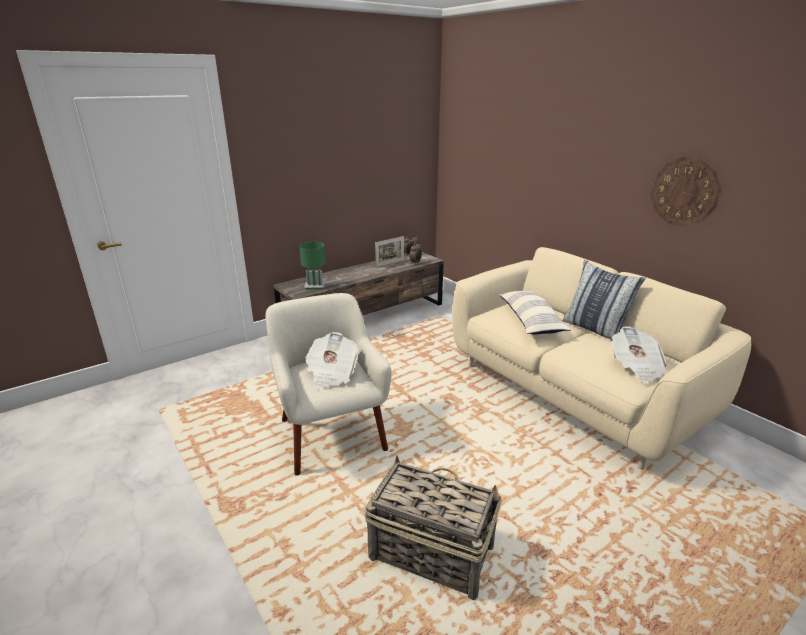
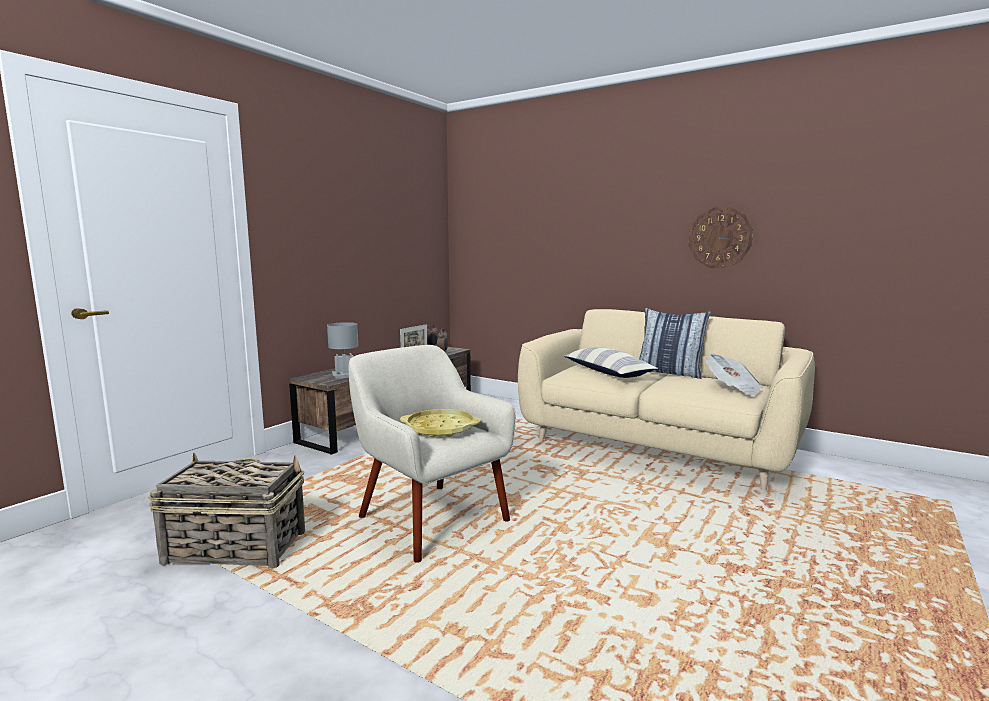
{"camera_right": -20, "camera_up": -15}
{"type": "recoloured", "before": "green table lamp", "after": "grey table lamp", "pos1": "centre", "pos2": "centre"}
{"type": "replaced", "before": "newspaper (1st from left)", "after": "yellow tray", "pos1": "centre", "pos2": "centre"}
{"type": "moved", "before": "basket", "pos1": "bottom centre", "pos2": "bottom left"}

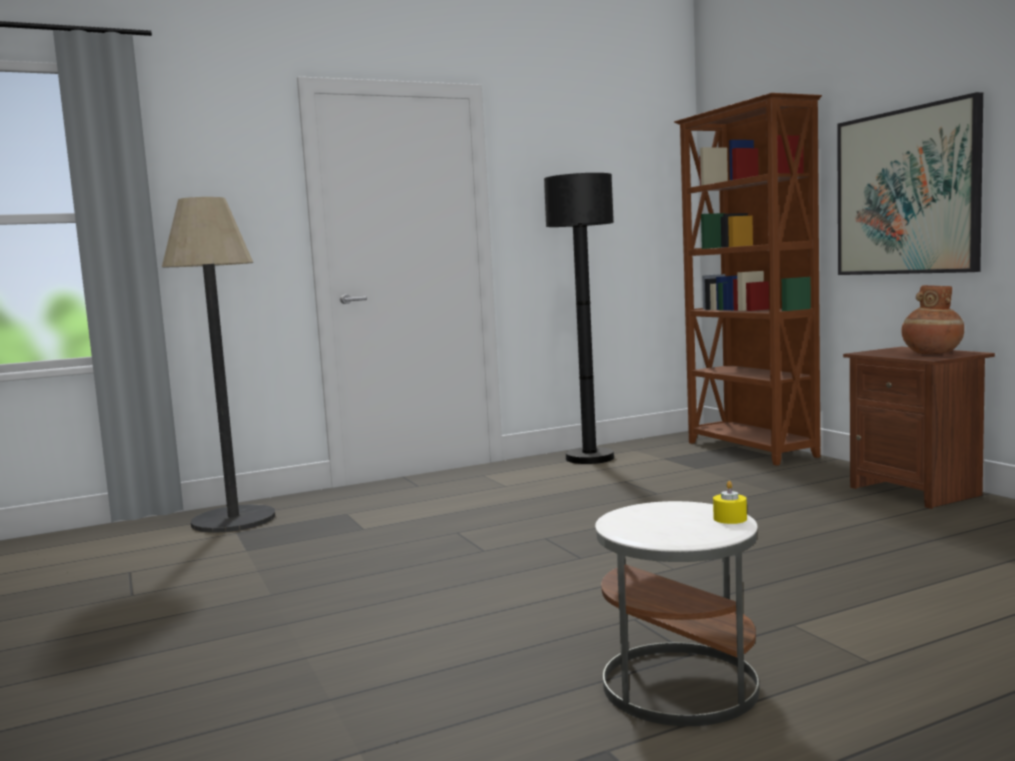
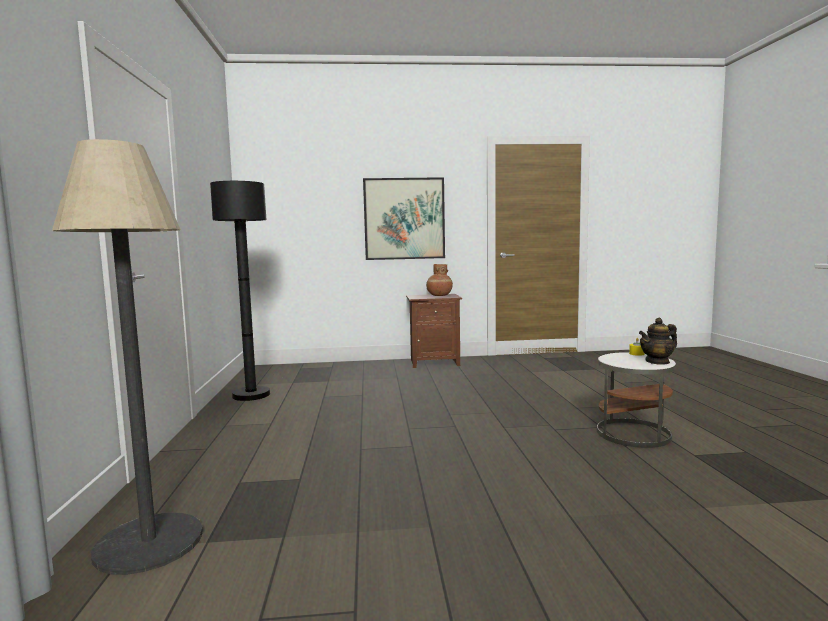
{"camera_right": -70, "camera_up": 0}
{"type": "removed", "before": "brown bookcase", "pos1": "middle right"}
{"type": "added", "after": "teapot", "pos2": "middle right"}

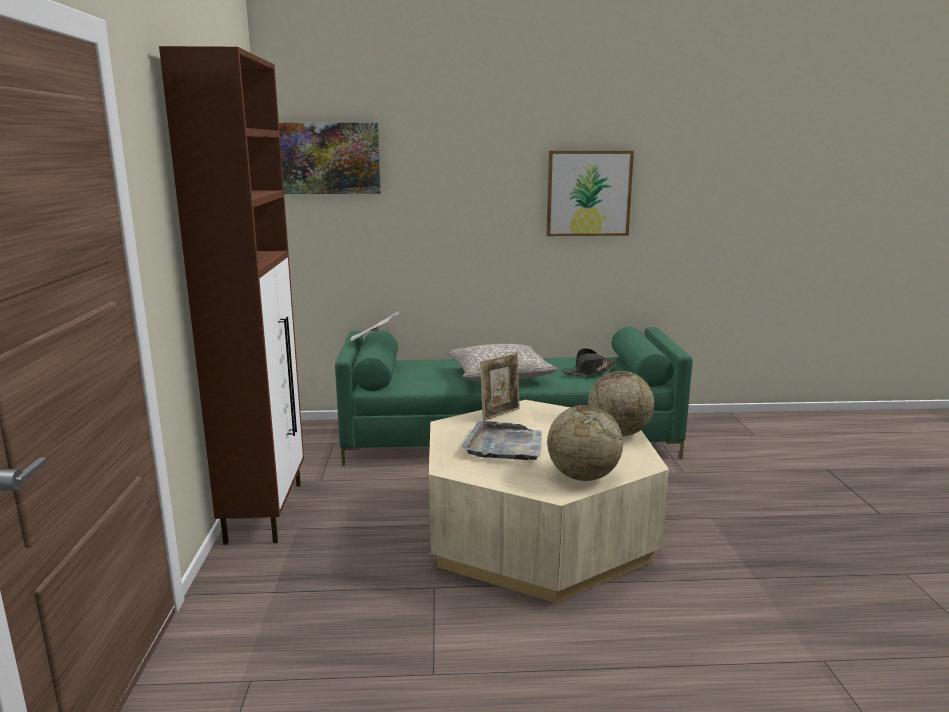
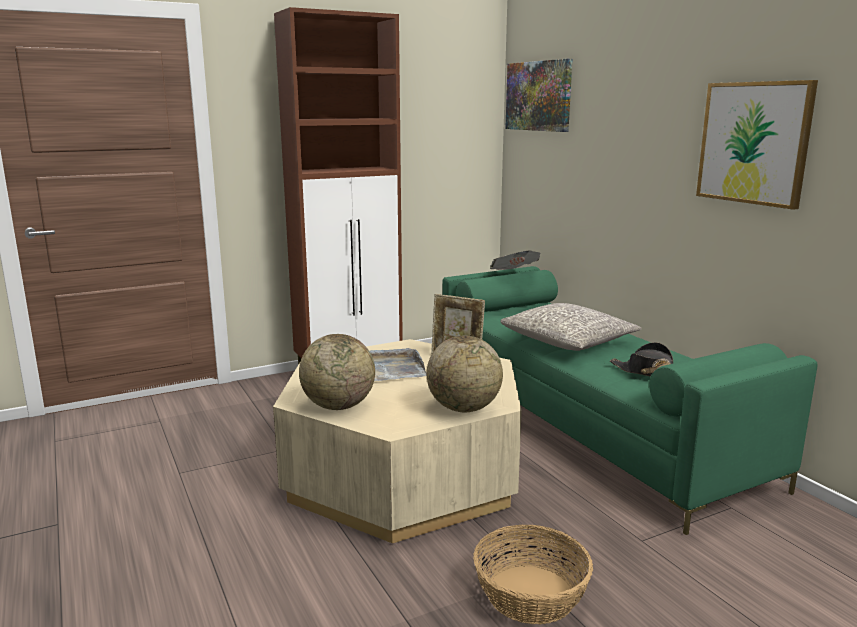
{"camera_right": 65, "camera_up": 0}
{"type": "added", "after": "basket", "pos2": "bottom centre"}

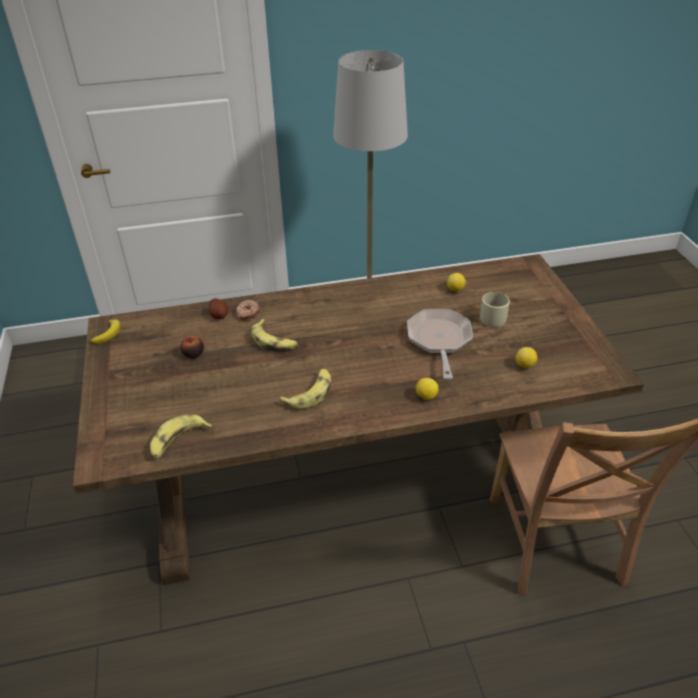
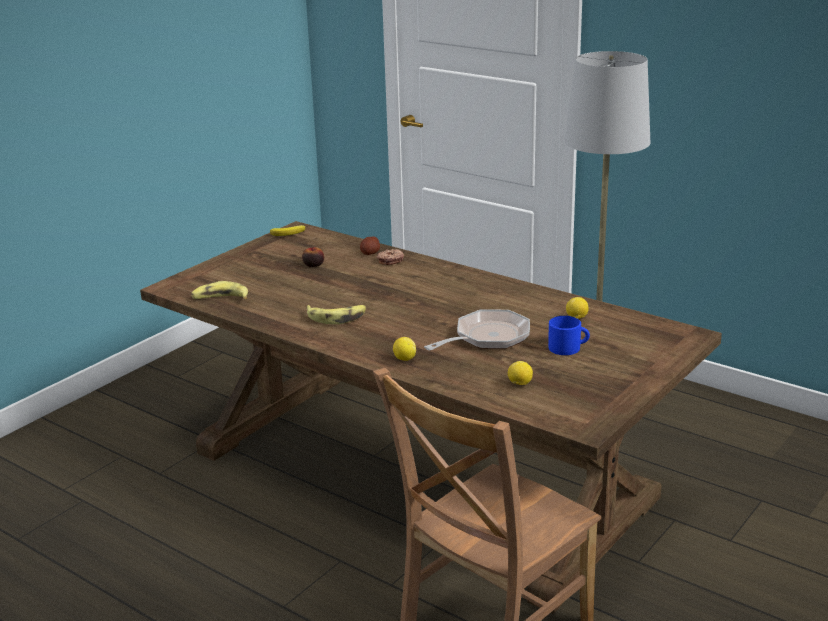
{"camera_right": 50, "camera_up": -15}
{"type": "removed", "before": "banana (3rd from left)", "pos1": "centre"}
{"type": "recoloured", "before": "beige mug", "after": "blue mug", "pos1": "middle right", "pos2": "middle right"}

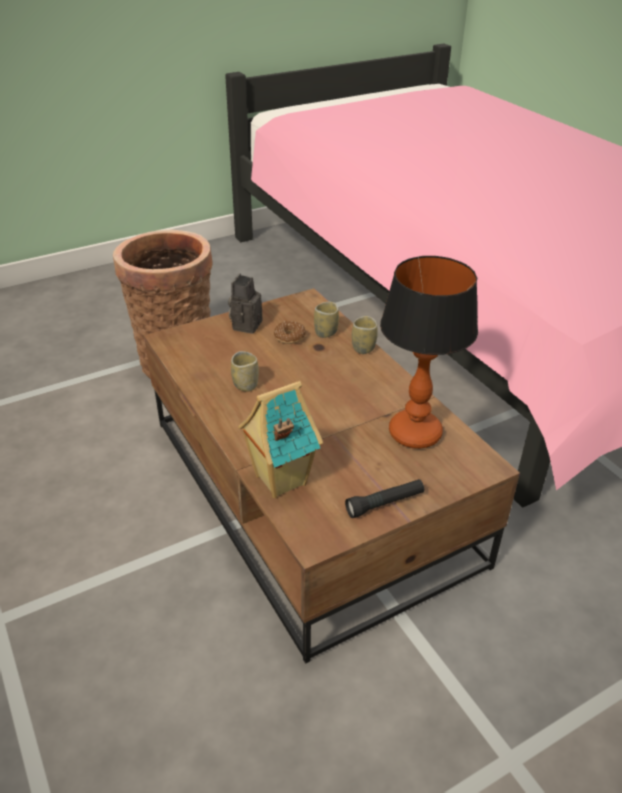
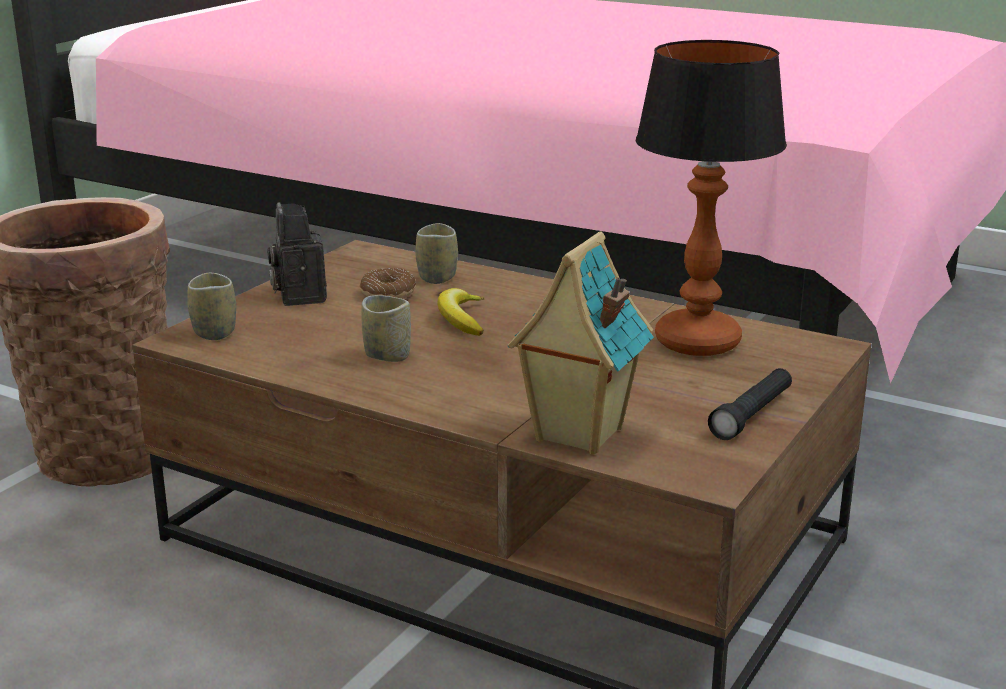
{"camera_right": -30, "camera_up": -15}
{"type": "moved", "before": "cup (3rd from left in the first image)", "after": "cup (1st from left)", "pos1": "centre", "pos2": "middle left"}
{"type": "added", "after": "banana", "pos2": "centre"}

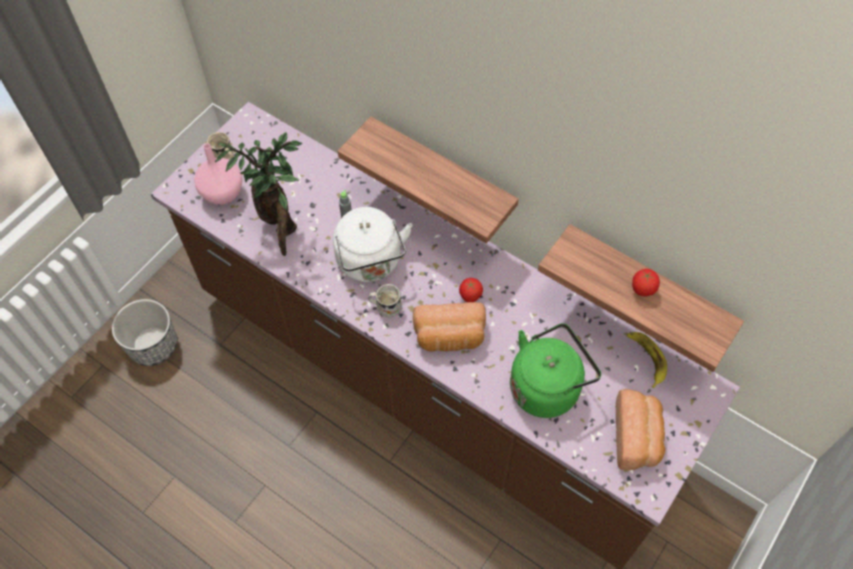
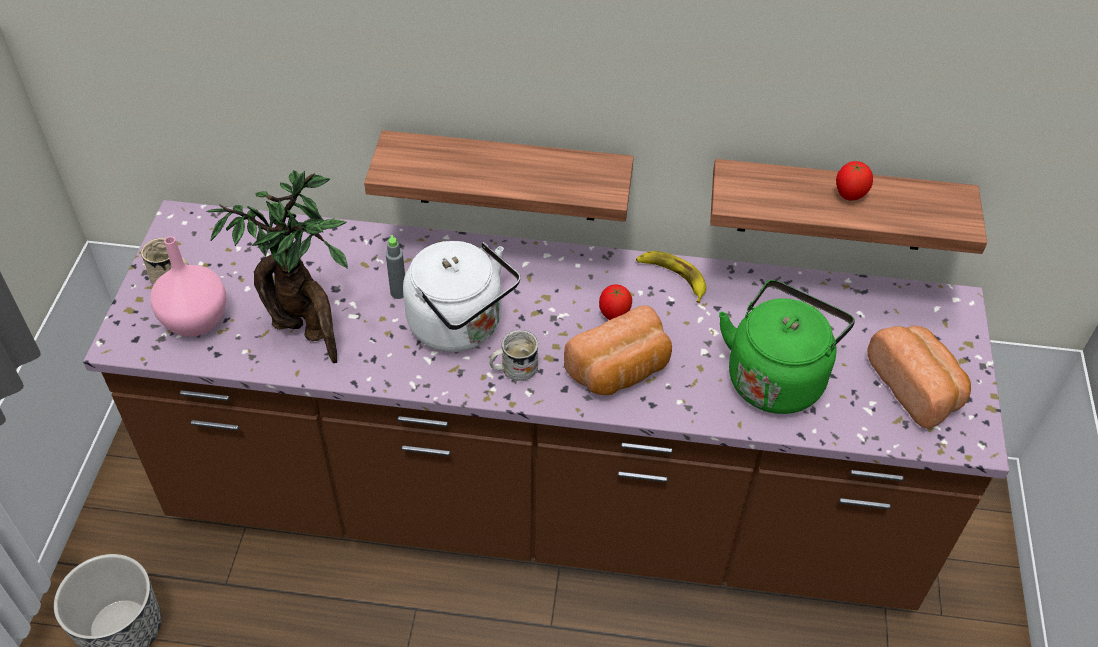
{"camera_right": -30, "camera_up": -10}
{"type": "moved", "before": "banana", "pos1": "middle right", "pos2": "centre"}

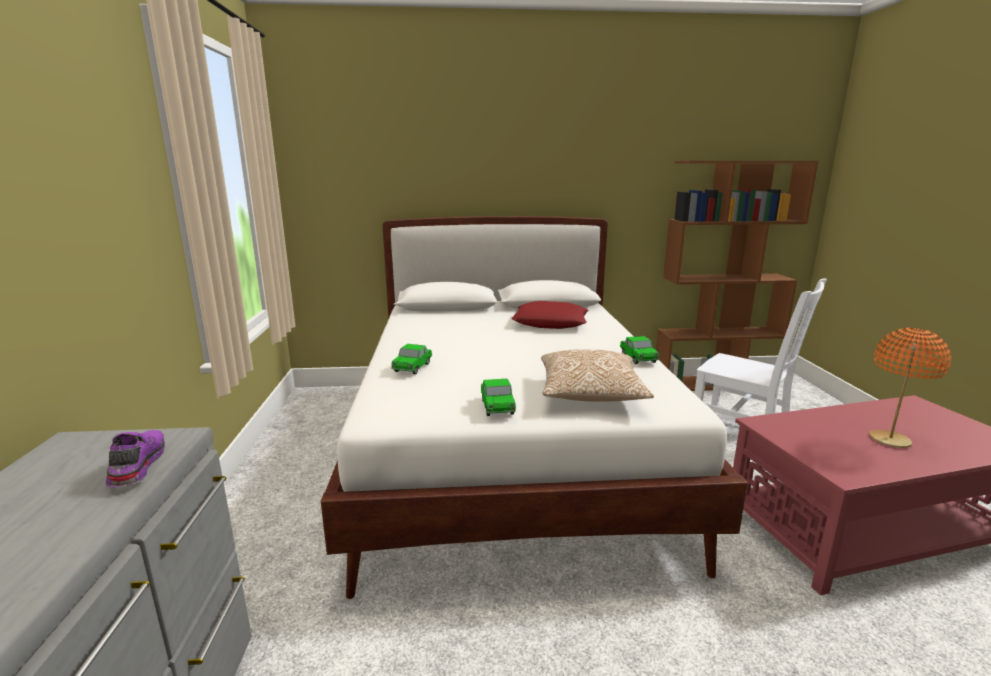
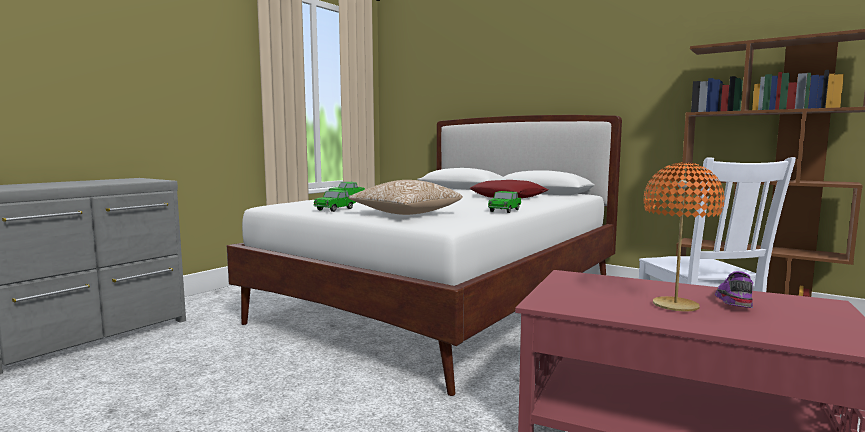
{"camera_right": 40, "camera_up": -10}
{"type": "moved", "before": "purple shoe", "pos1": "bottom left", "pos2": "bottom right"}

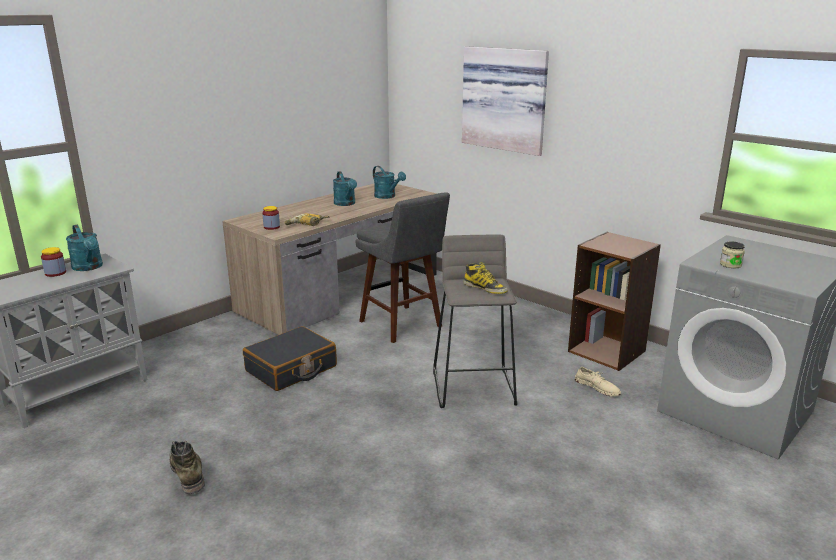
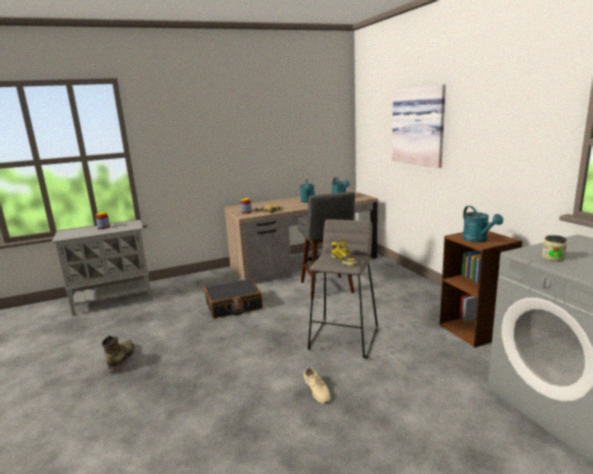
{"camera_right": 25, "camera_up": -5}
{"type": "moved", "before": "turquoise watering can (1st from left in the first image)", "after": "turquoise watering can (3rd from left)", "pos1": "middle left", "pos2": "middle right"}
{"type": "moved", "before": "beige shoe", "pos1": "bottom right", "pos2": "bottom centre"}

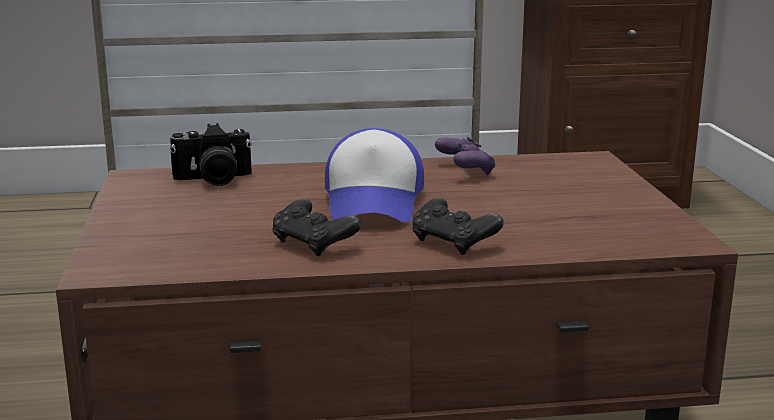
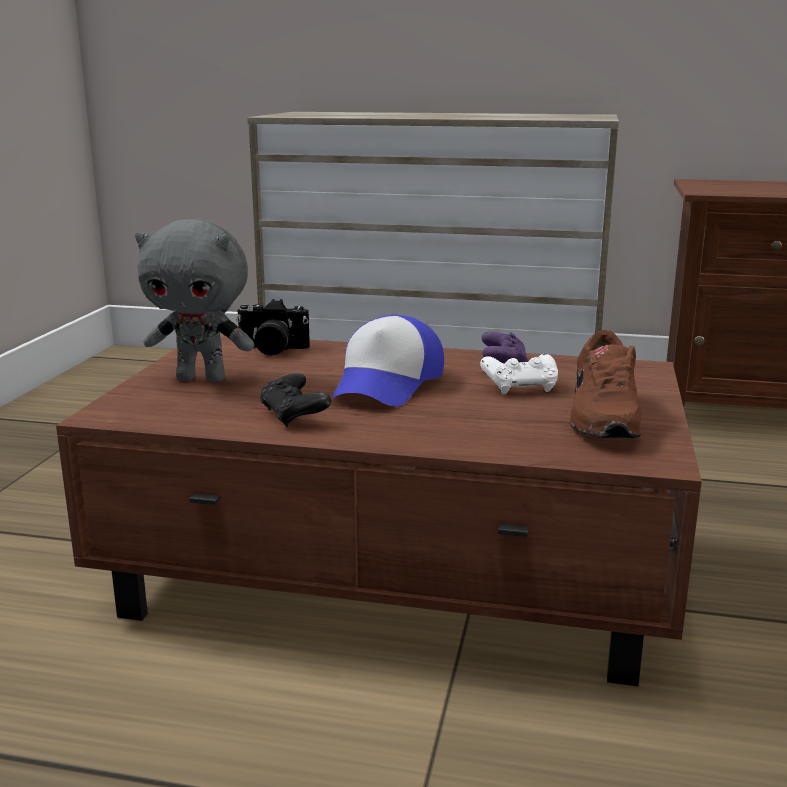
{"camera_right": 20, "camera_up": 0}
{"type": "removed", "before": "black game controller (2nd from left)", "pos1": "centre"}
{"type": "added", "after": "grey plush toy", "pos2": "middle left"}
{"type": "added", "after": "white game controller", "pos2": "centre"}
{"type": "added", "after": "brown shoe", "pos2": "middle right"}

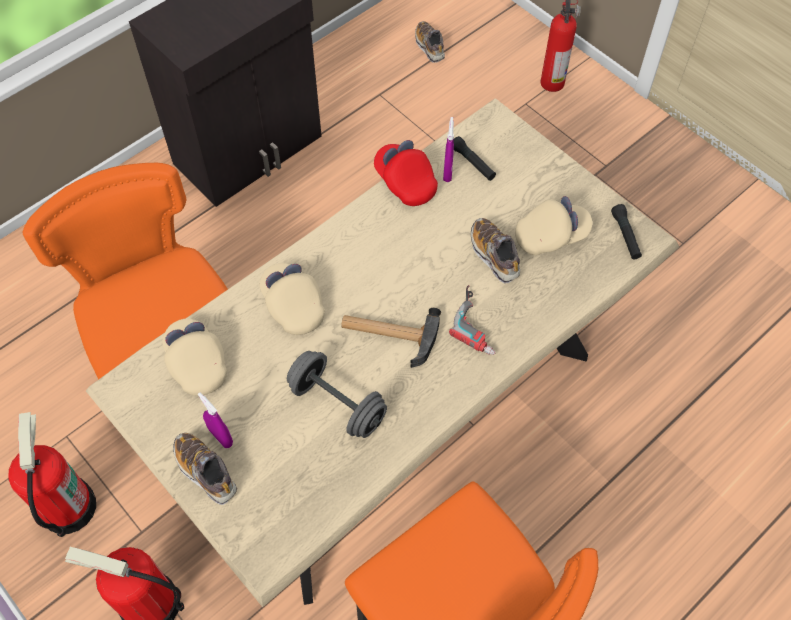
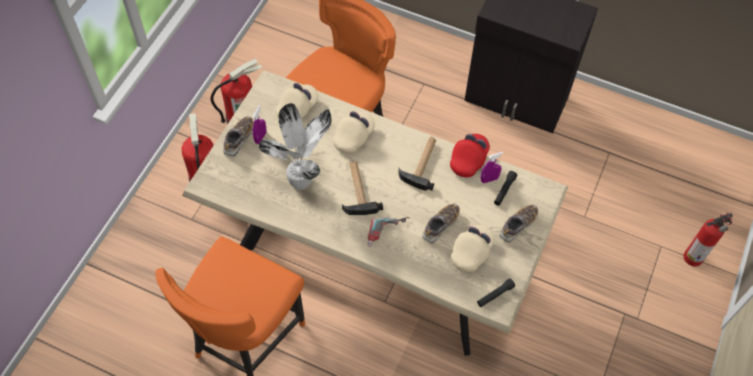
{"camera_right": 65, "camera_up": 0}
{"type": "replaced", "before": "grey dumbbell", "after": "potted plant", "pos1": "centre", "pos2": "centre"}
{"type": "moved", "before": "shoe (2nd from left in the first image)", "after": "shoe (3rd from left)", "pos1": "top centre", "pos2": "middle right"}
{"type": "turned", "before": "beige cap (3rd from left)", "pos1": "middle right", "pos2": "centre", "turn": -105}
{"type": "added", "after": "hammer (2nd from left)", "pos2": "centre"}

